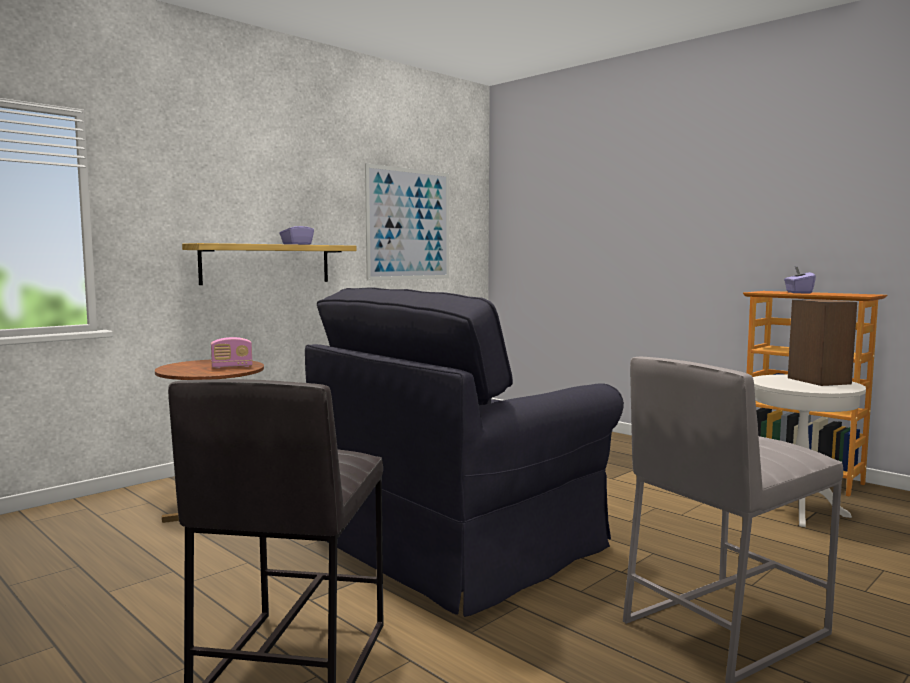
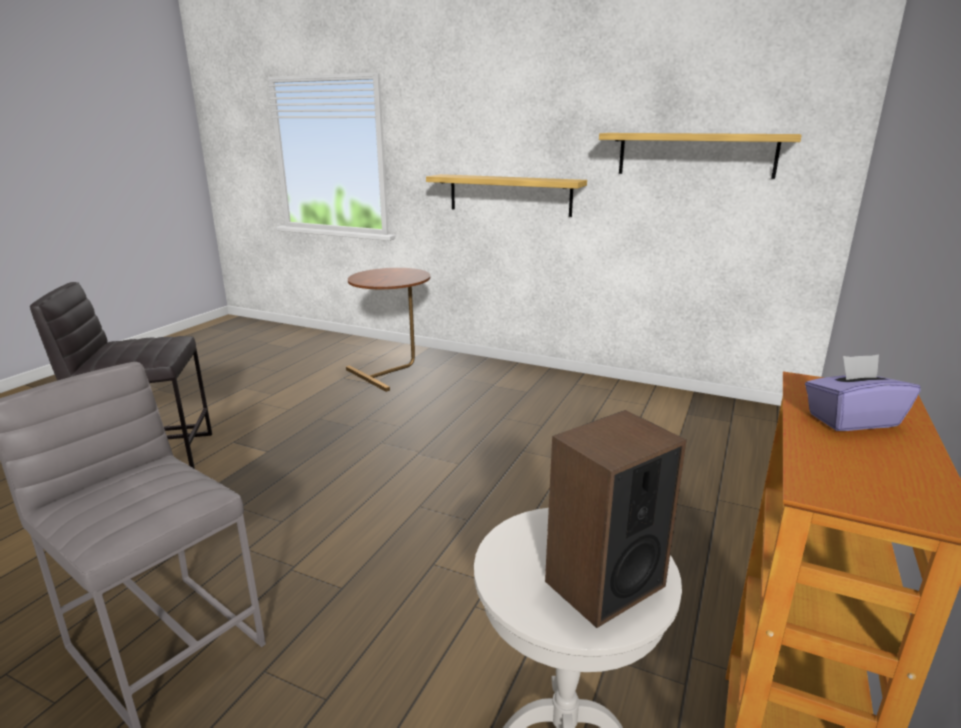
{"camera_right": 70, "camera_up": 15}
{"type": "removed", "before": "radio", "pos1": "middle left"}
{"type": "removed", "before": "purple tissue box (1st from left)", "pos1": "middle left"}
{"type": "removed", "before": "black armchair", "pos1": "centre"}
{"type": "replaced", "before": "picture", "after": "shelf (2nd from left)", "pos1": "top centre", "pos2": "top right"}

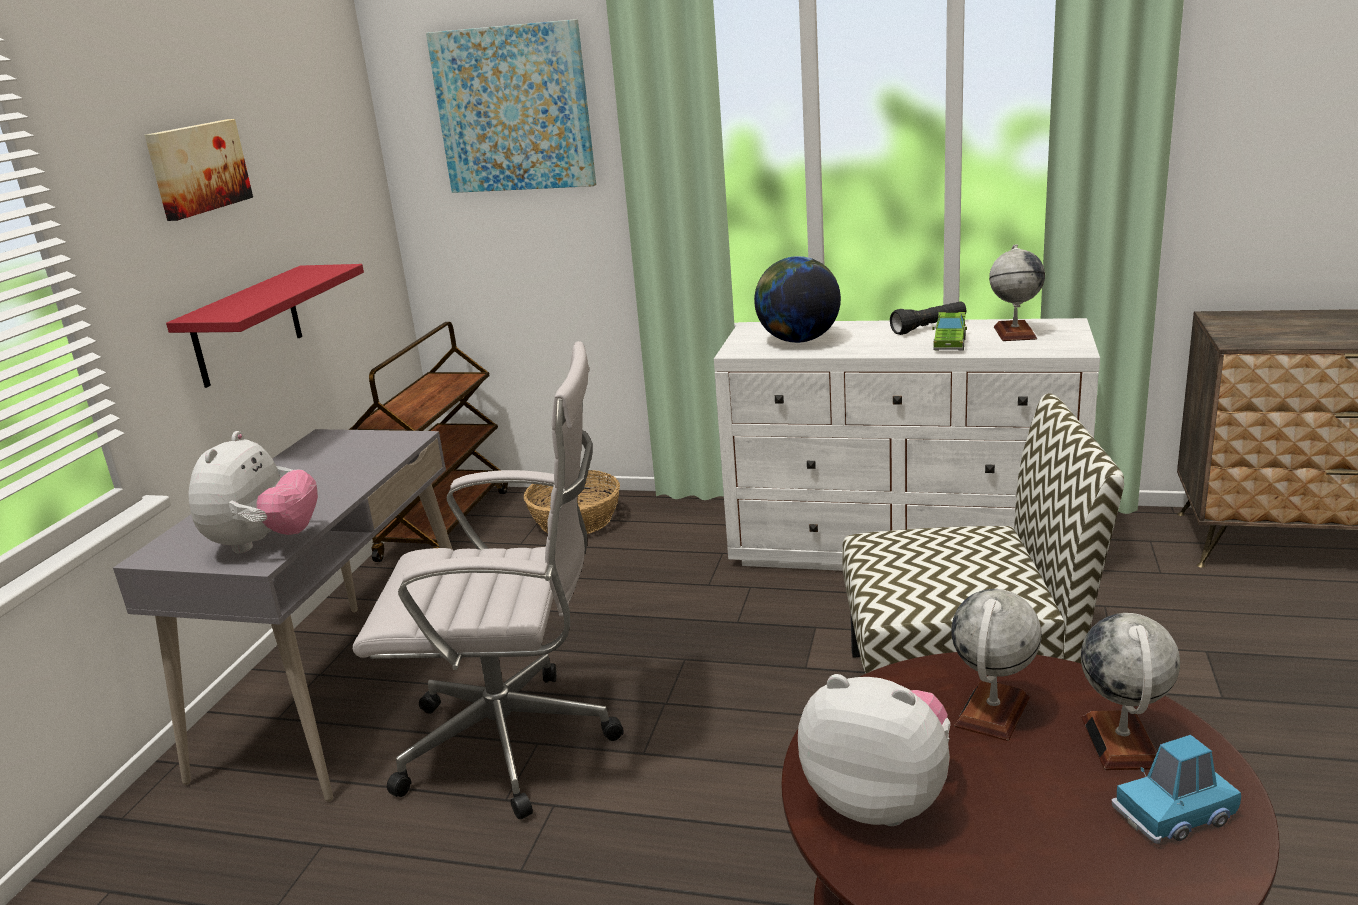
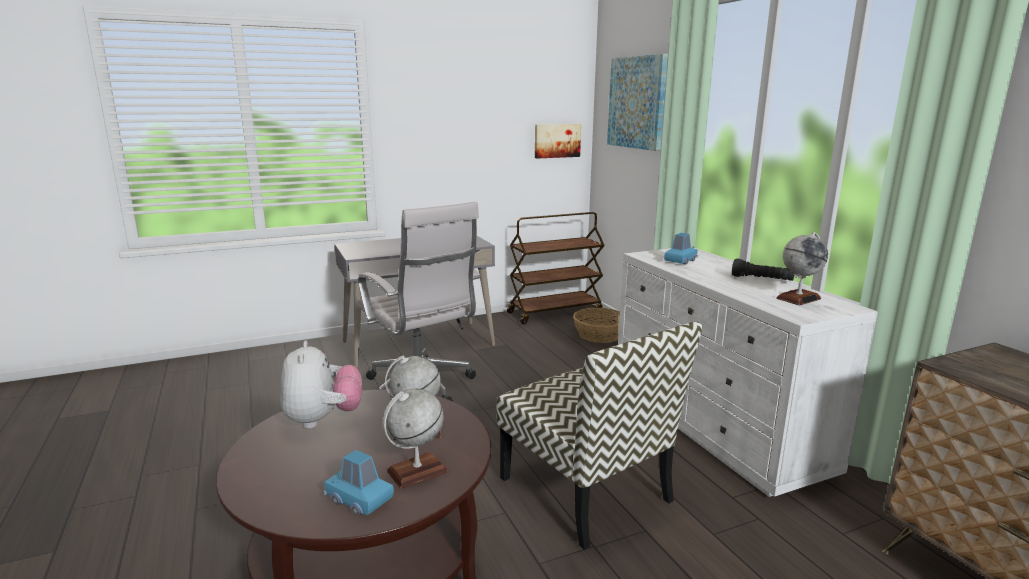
{"camera_right": 50, "camera_up": -5}
{"type": "moved", "before": "picture (1st from left)", "pos1": "top left", "pos2": "top centre"}
{"type": "removed", "before": "red shelf", "pos1": "middle left"}
{"type": "removed", "before": "plush toy (1st from left)", "pos1": "middle left"}
{"type": "replaced", "before": "globe (1st from left)", "after": "blue toy car (2nd from left)", "pos1": "top centre", "pos2": "centre"}
{"type": "removed", "before": "green toy car", "pos1": "middle right"}

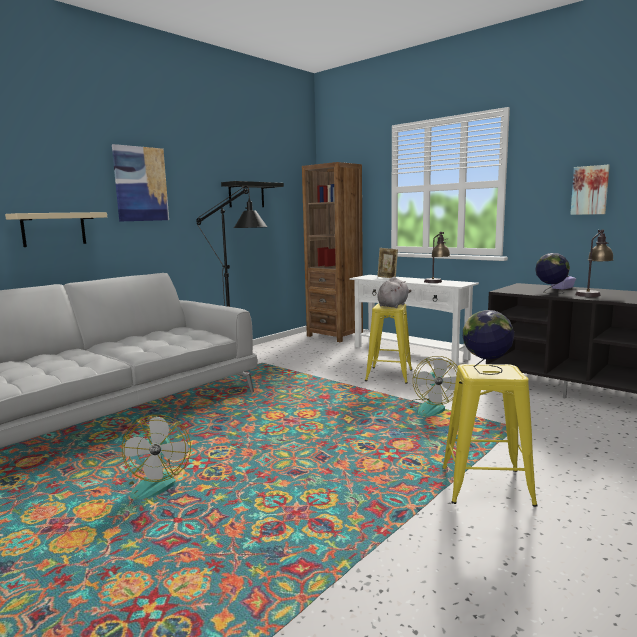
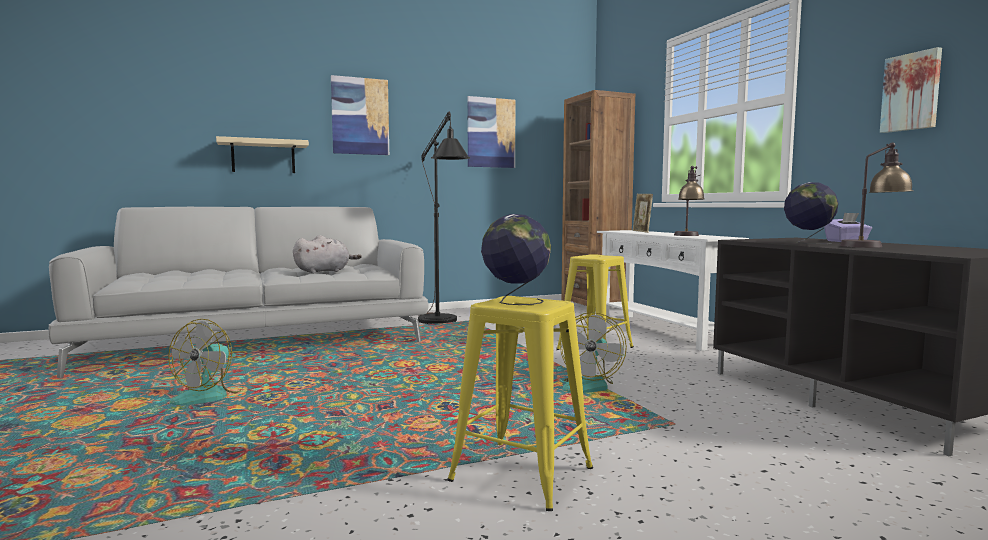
{"camera_right": 25, "camera_up": -5}
{"type": "replaced", "before": "black shelf", "after": "picture (2nd from left)", "pos1": "top centre", "pos2": "top centre"}
{"type": "moved", "before": "grey plush toy", "pos1": "centre", "pos2": "middle left"}

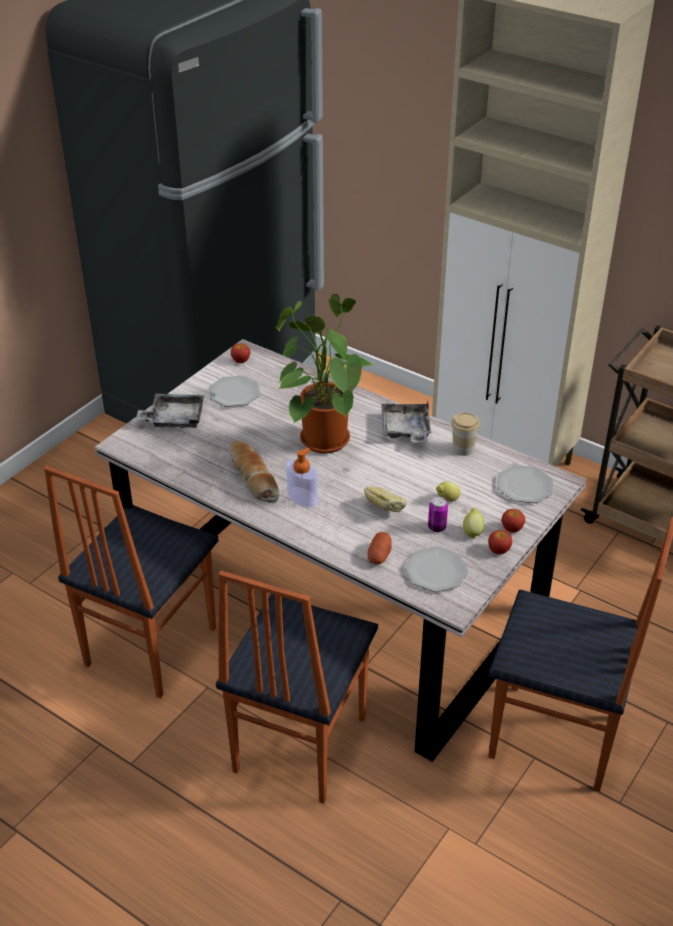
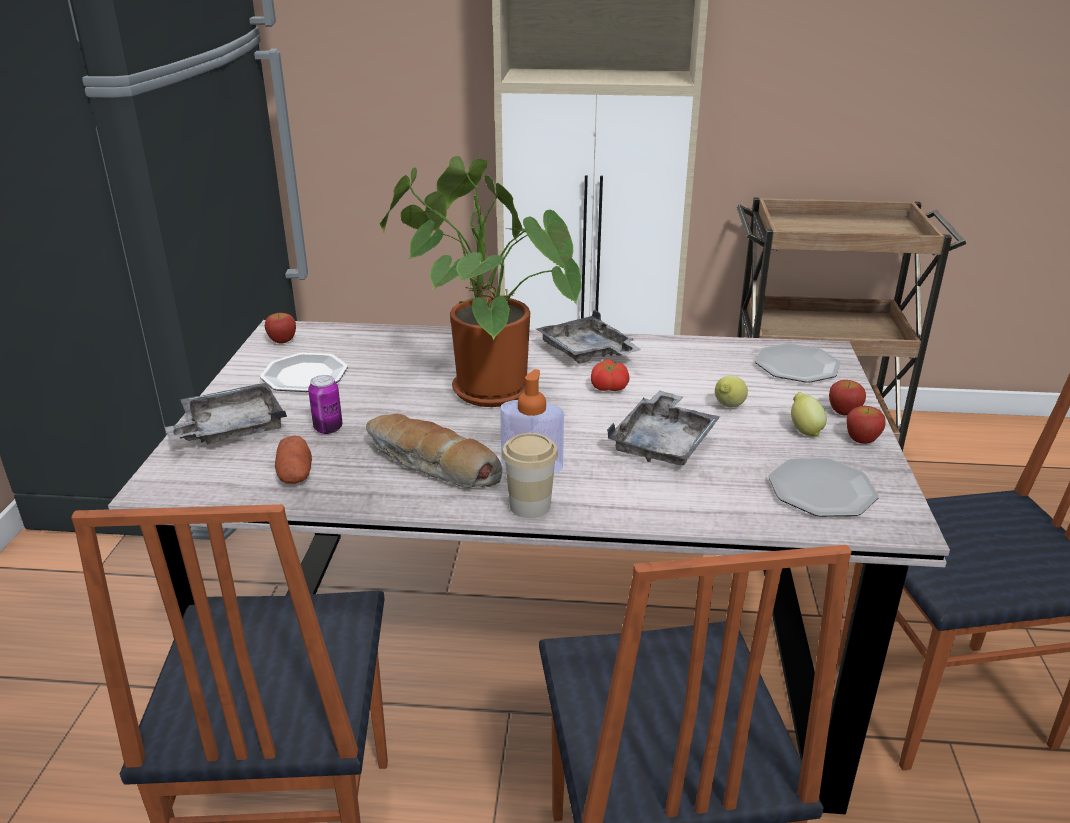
{"camera_right": -30, "camera_up": -10}
{"type": "replaced", "before": "bread (2nd from left)", "after": "grey tray (3rd from left)", "pos1": "centre", "pos2": "centre"}
{"type": "moved", "before": "potato", "pos1": "centre", "pos2": "middle left"}
{"type": "moved", "before": "can", "pos1": "centre", "pos2": "middle left"}
{"type": "moved", "before": "cup", "pos1": "middle right", "pos2": "centre"}
{"type": "added", "after": "tomato", "pos2": "centre"}

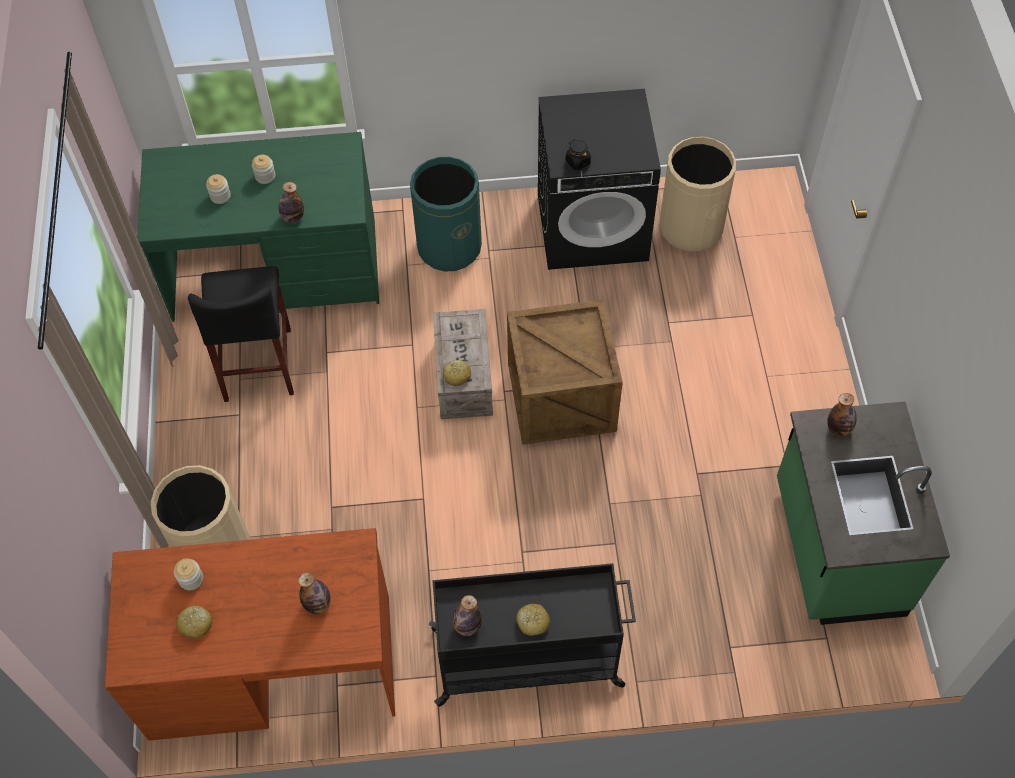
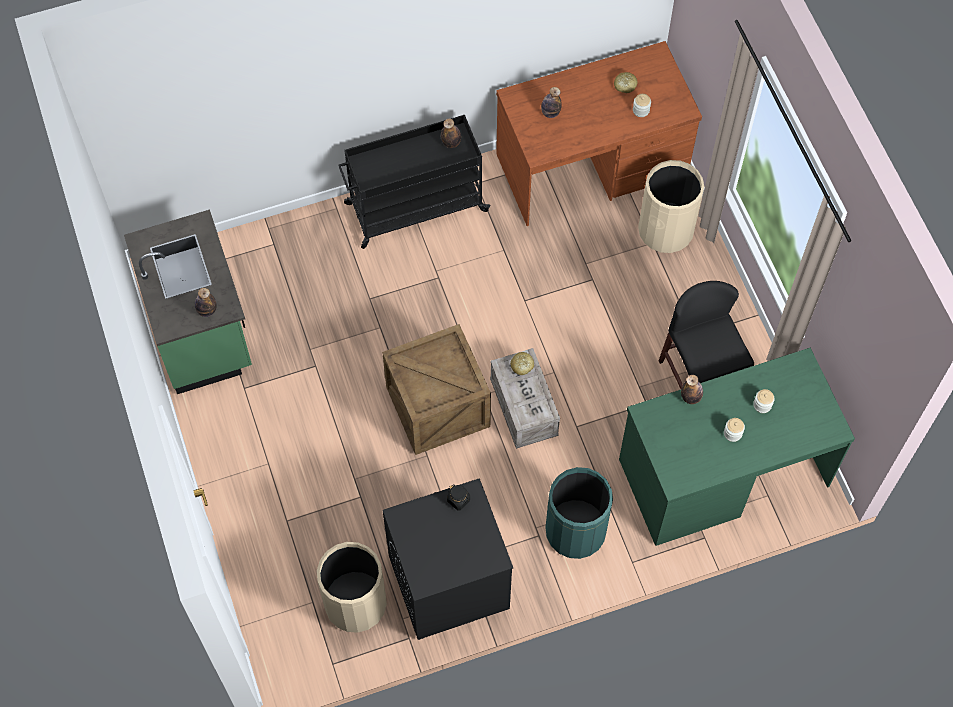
{"camera_right": 165, "camera_up": 5}
{"type": "removed", "before": "bread (3rd from left)", "pos1": "bottom centre"}

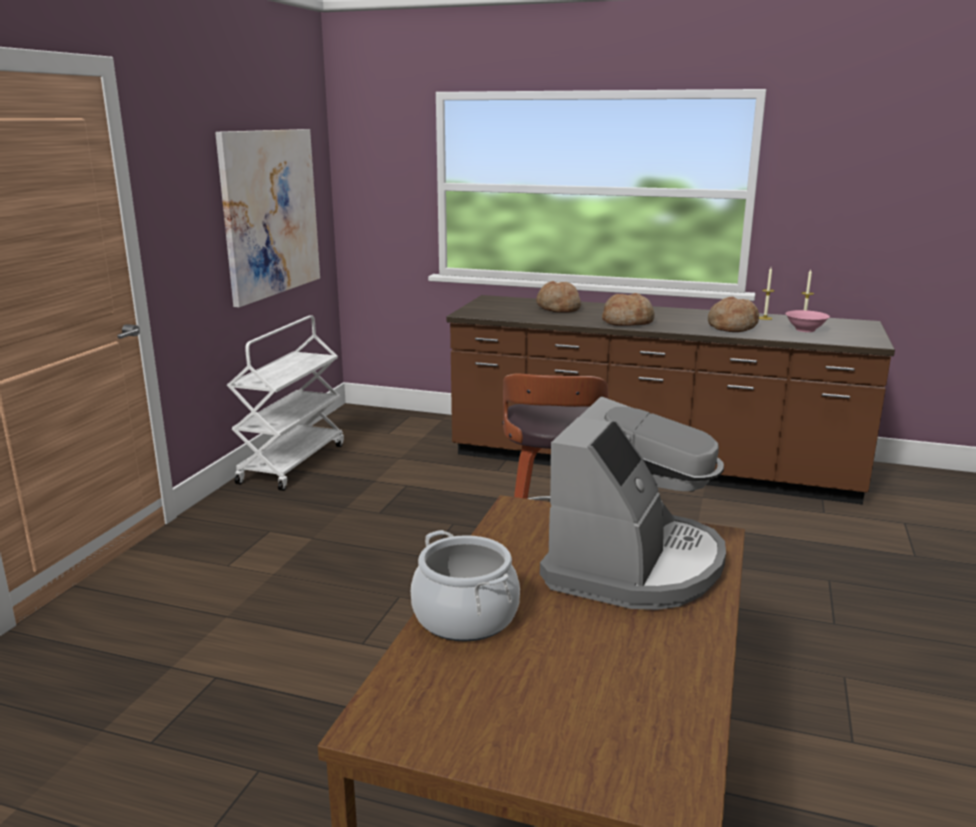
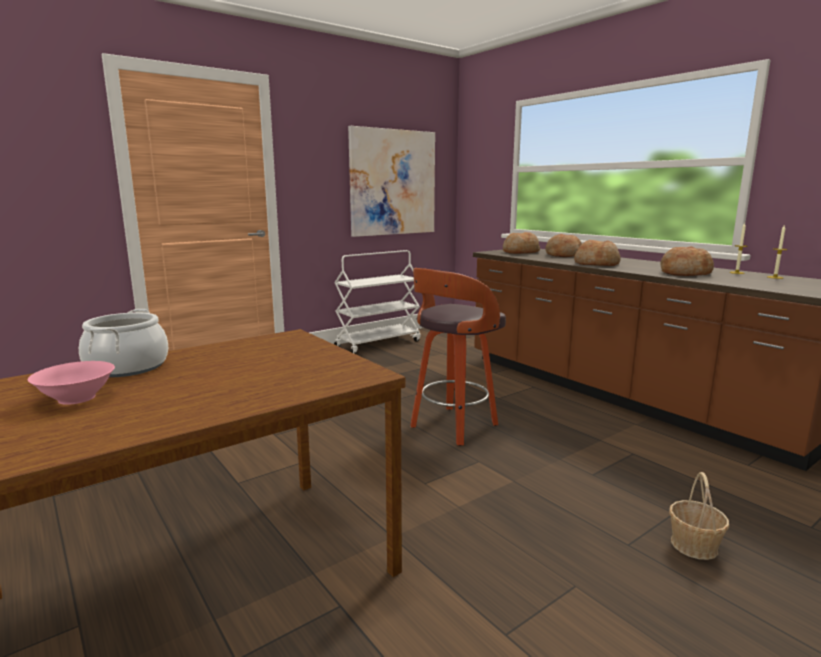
{"camera_right": 35, "camera_up": -5}
{"type": "removed", "before": "coffee machine", "pos1": "centre"}
{"type": "moved", "before": "pink bowl", "pos1": "middle right", "pos2": "middle left"}
{"type": "added", "after": "bread (1st from left)", "pos2": "centre"}
{"type": "added", "after": "basket", "pos2": "bottom right"}

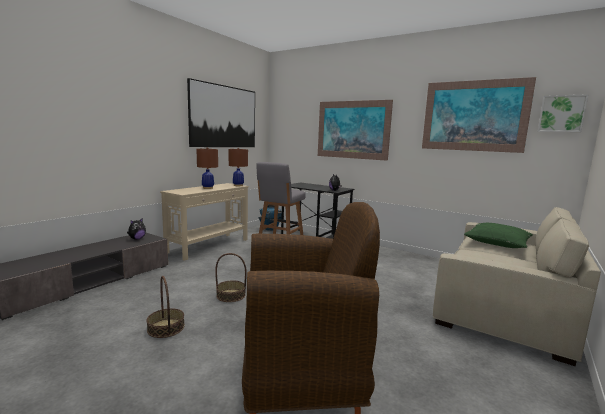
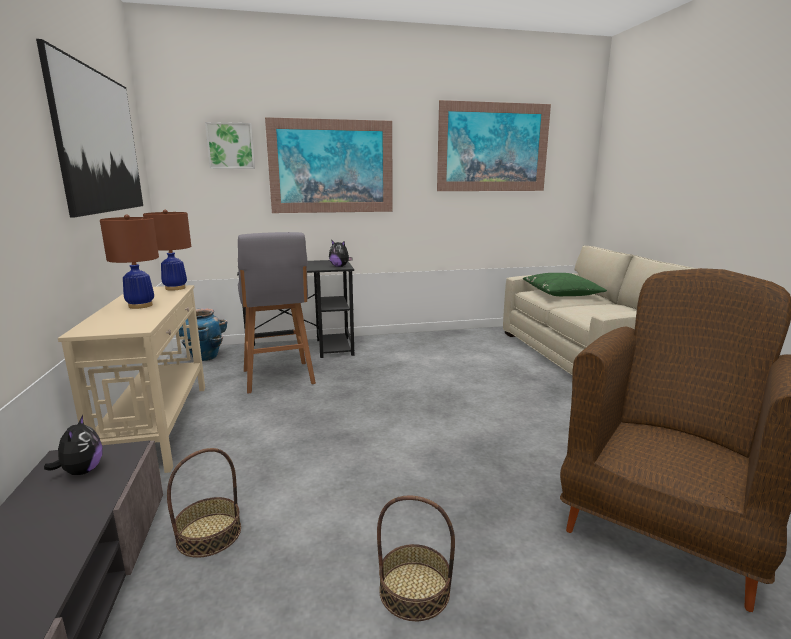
{"camera_right": -45, "camera_up": 5}
{"type": "moved", "before": "basket (2nd from left in the first image)", "after": "basket (1st from left)", "pos1": "bottom centre", "pos2": "bottom left"}
{"type": "moved", "before": "picture (4th from left in the first image)", "after": "picture (2nd from left)", "pos1": "top right", "pos2": "top left"}

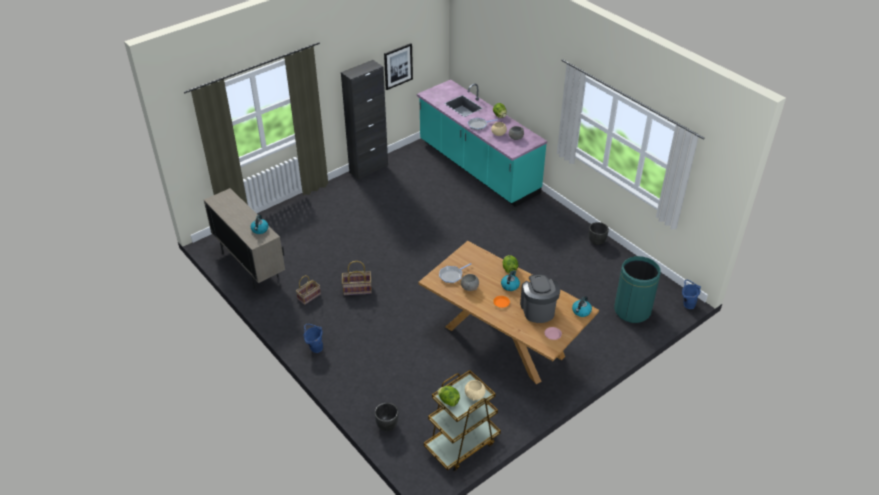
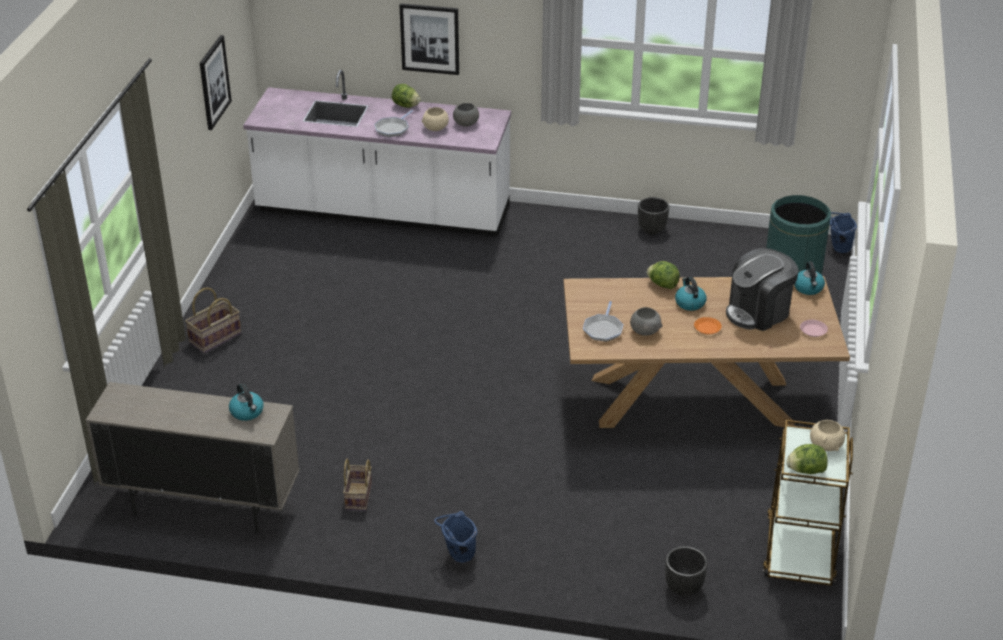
{"camera_right": -40, "camera_up": -5}
{"type": "removed", "before": "black cabinet", "pos1": "top centre"}
{"type": "moved", "before": "basket (2nd from left in the first image)", "after": "basket (1st from left)", "pos1": "centre", "pos2": "middle left"}
{"type": "recoloured", "before": "turquoise counter", "after": "white counter", "pos1": "top centre", "pos2": "top centre"}
{"type": "turned", "before": "coffee machine", "pos1": "centre", "pos2": "middle right", "turn": -75}
{"type": "added", "after": "picture (2nd from left)", "pos2": "top centre"}

